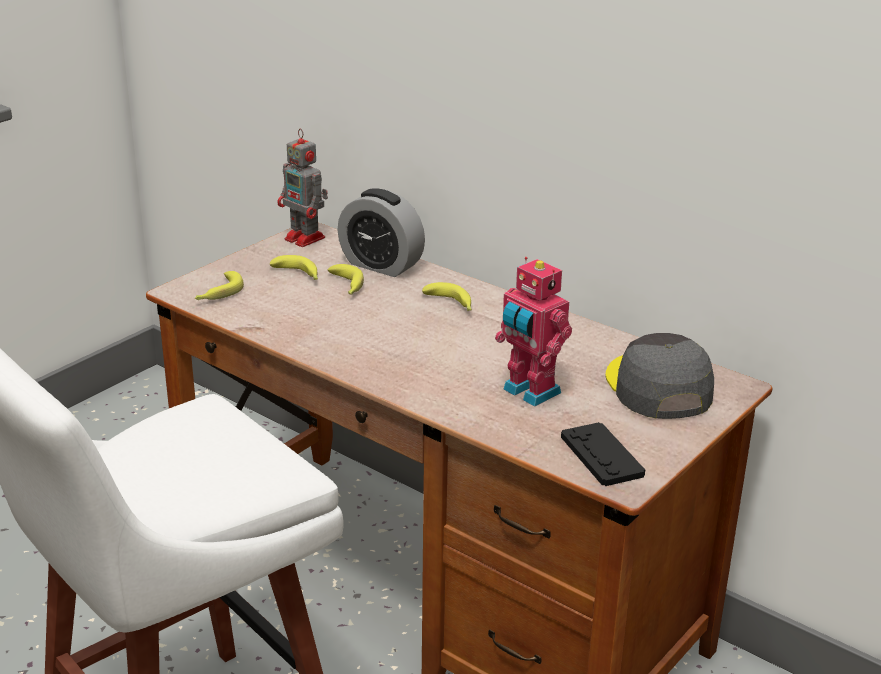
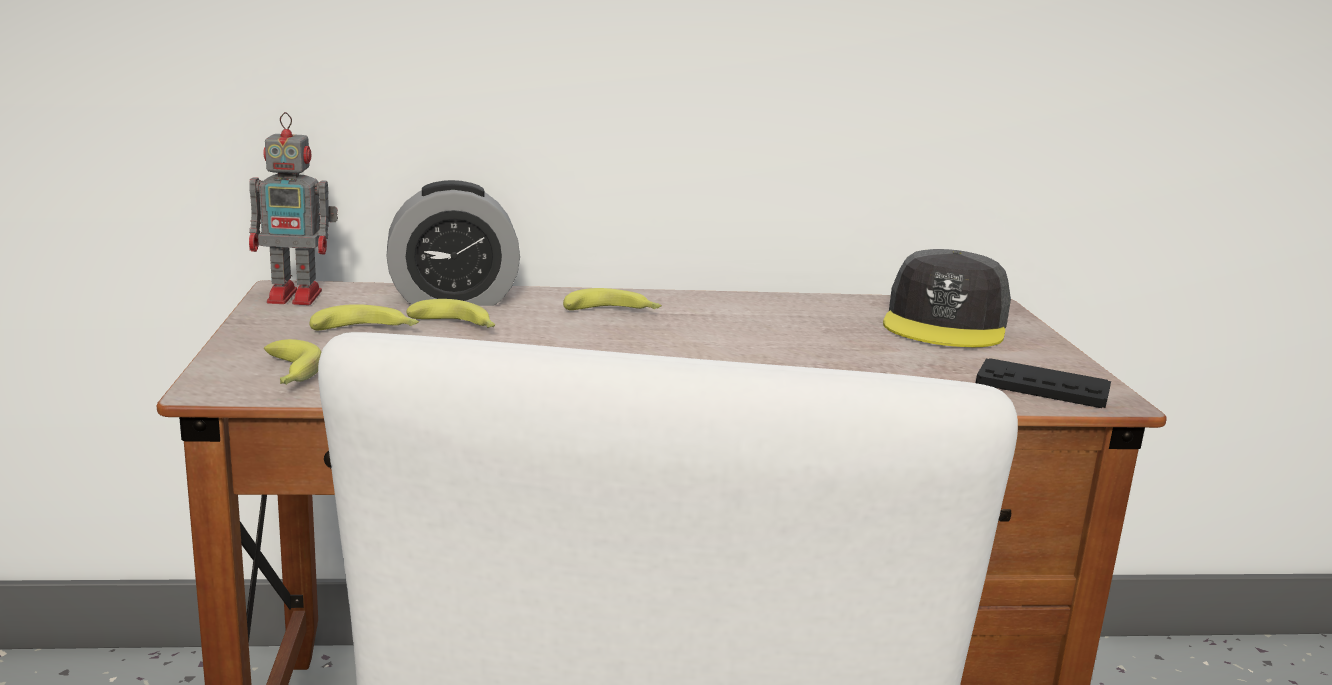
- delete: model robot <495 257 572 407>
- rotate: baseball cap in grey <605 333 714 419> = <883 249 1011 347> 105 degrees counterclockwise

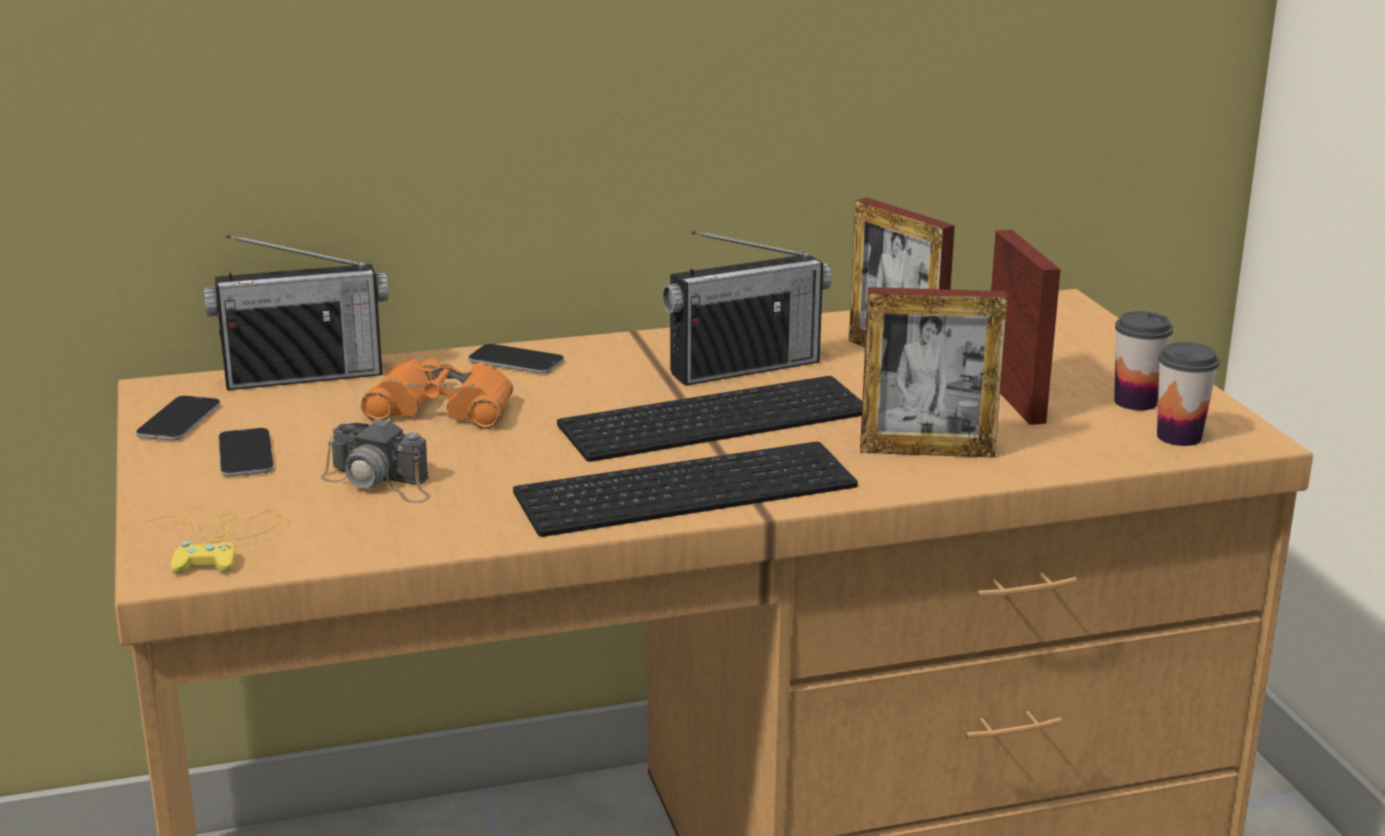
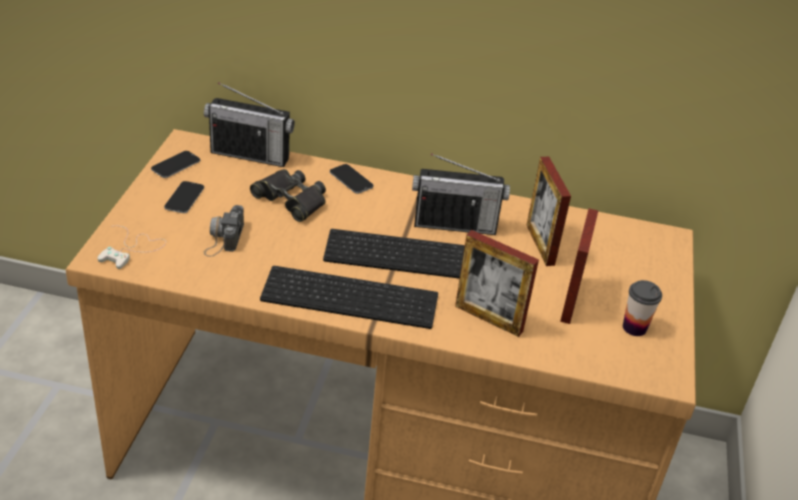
- recolor: joypad in yellow <148 509 284 574> to joypad in white-coloured <97 226 166 269>
- rotate: still camera <321 417 430 503> = <204 205 244 257> 45 degrees clockwise
- recolor: field glasses in orangey <361 358 513 429> to field glasses in black <250 169 326 222>
- delete: drinking cup <1157 342 1220 446>

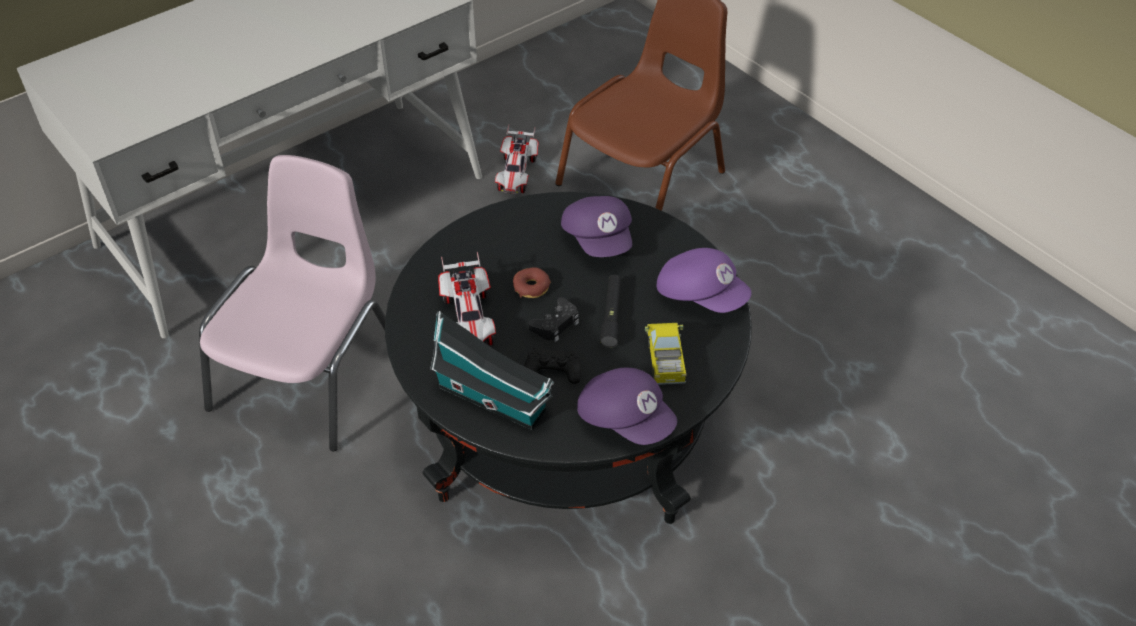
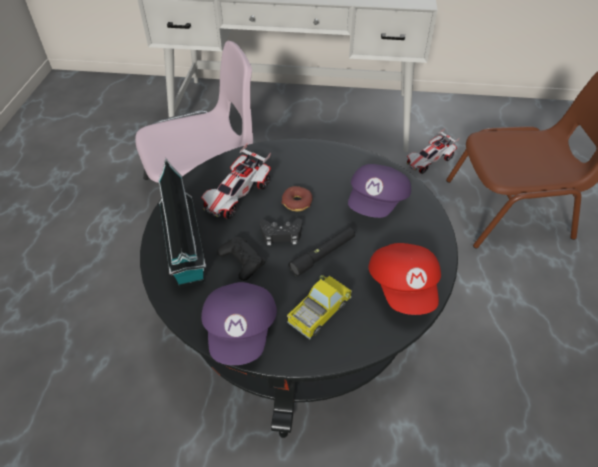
- recolor: baseball cap in purple <657 248 752 313> to baseball cap in red <368 243 441 315>

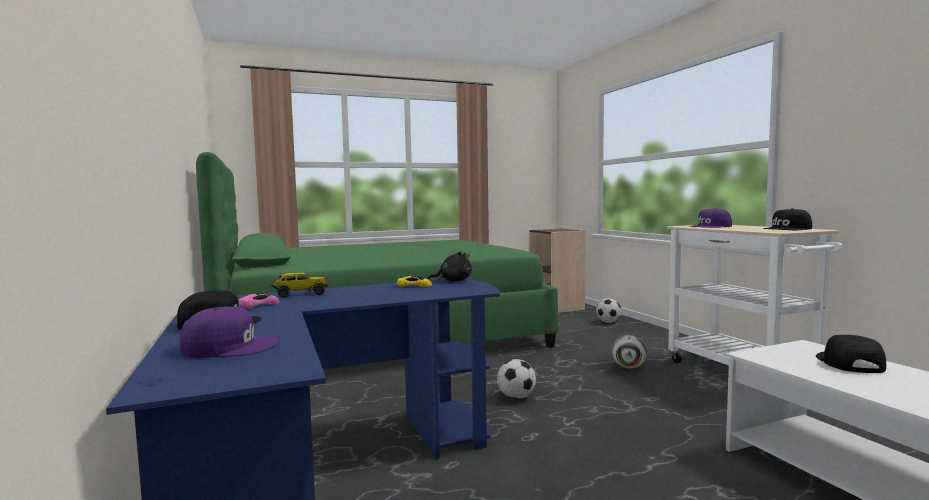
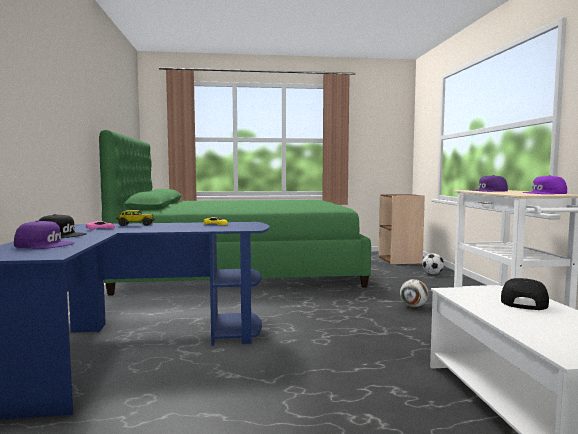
- delete: cuddly toy in black <427 252 472 281>
- delete: football ball <497 359 536 399>
- recolor: baseball cap in black <763 208 812 230> to baseball cap in purple <522 175 567 194>

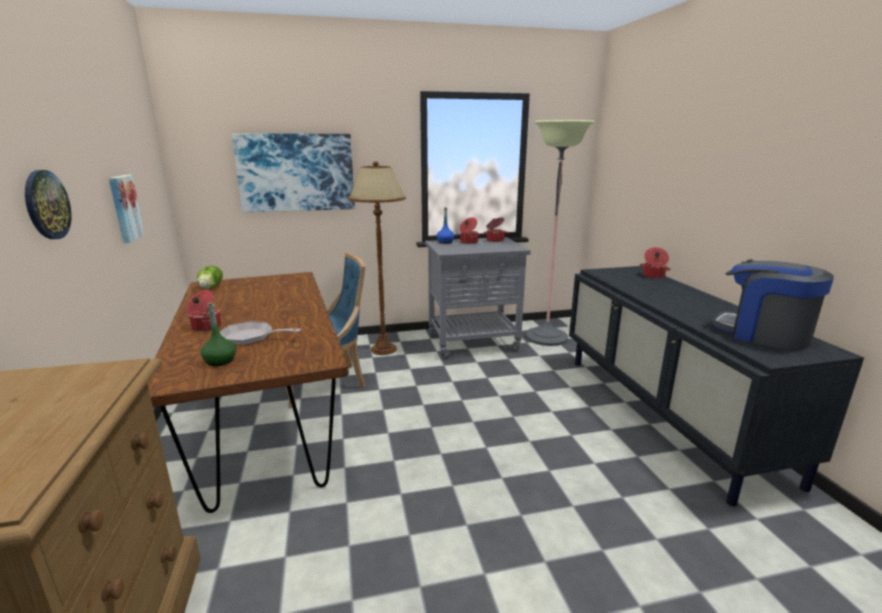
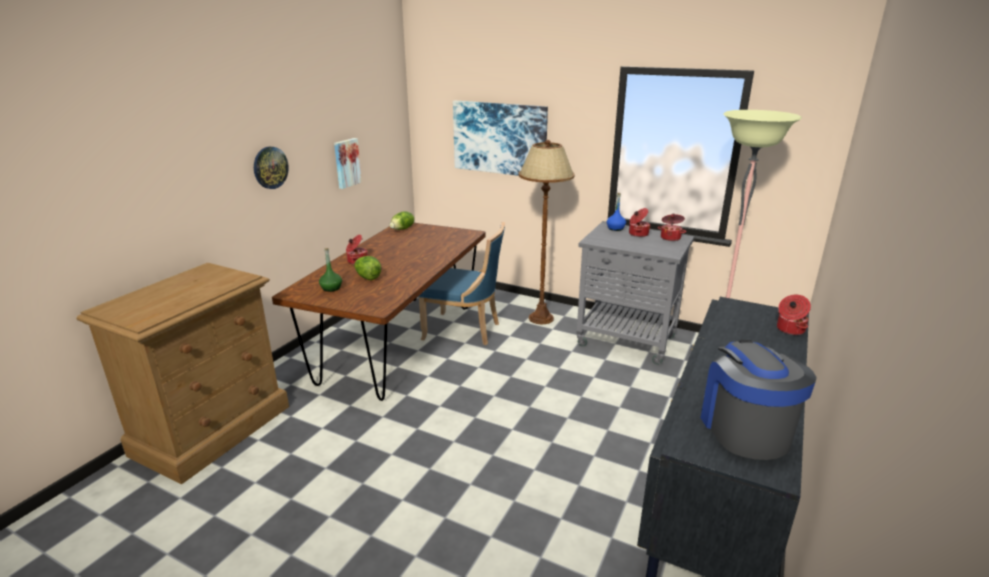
- replace: skillet <220 321 301 345> to head of lettuce <354 256 381 280>

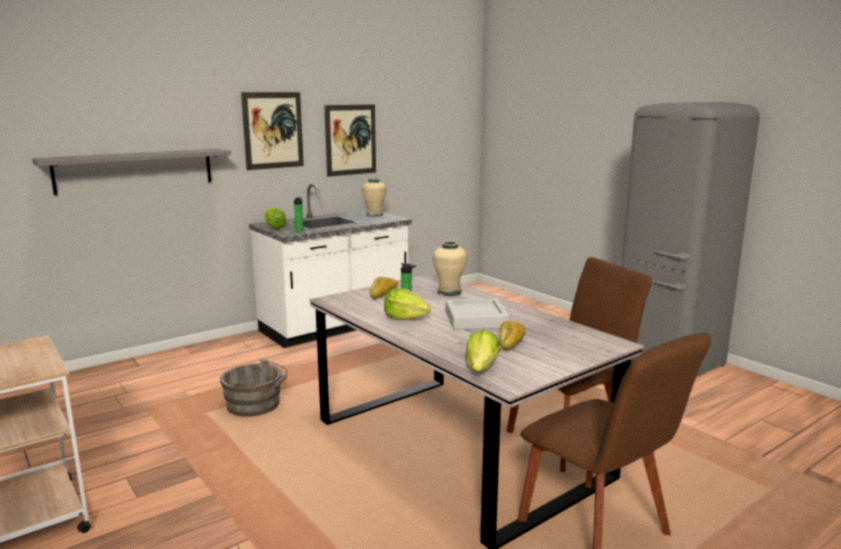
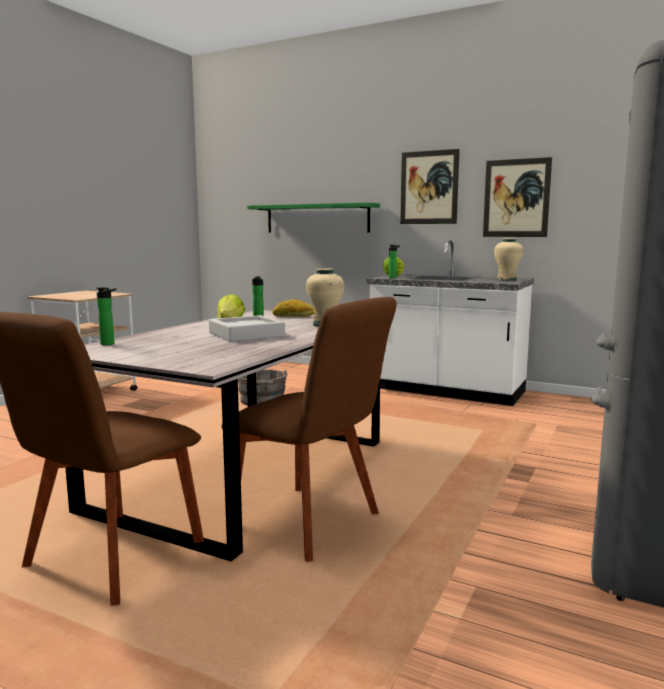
- recolor: shelf in grey <32 149 231 195> to shelf in green-coloured <247 202 380 232>
- replace: head of lettuce <465 330 500 372> to beverage bottle <97 287 117 345>
- delete: bakery bread <499 321 526 351>

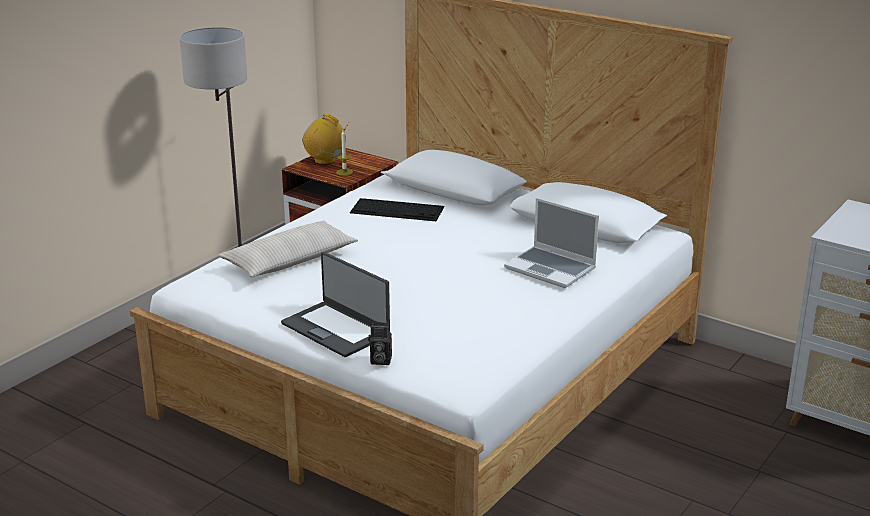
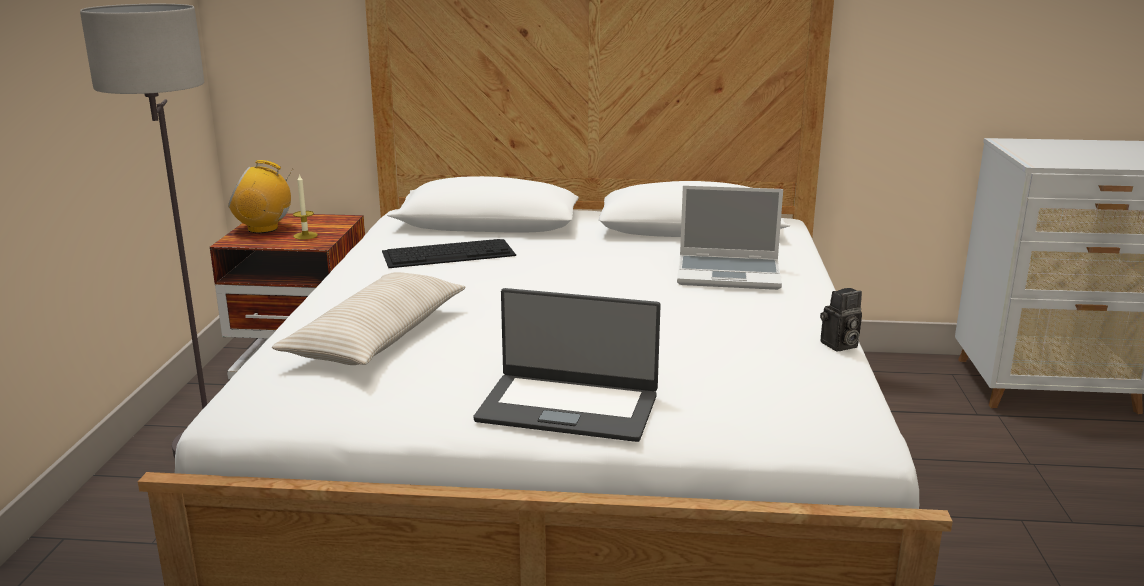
- move: still camera <368 322 392 365> to <820 288 862 351>

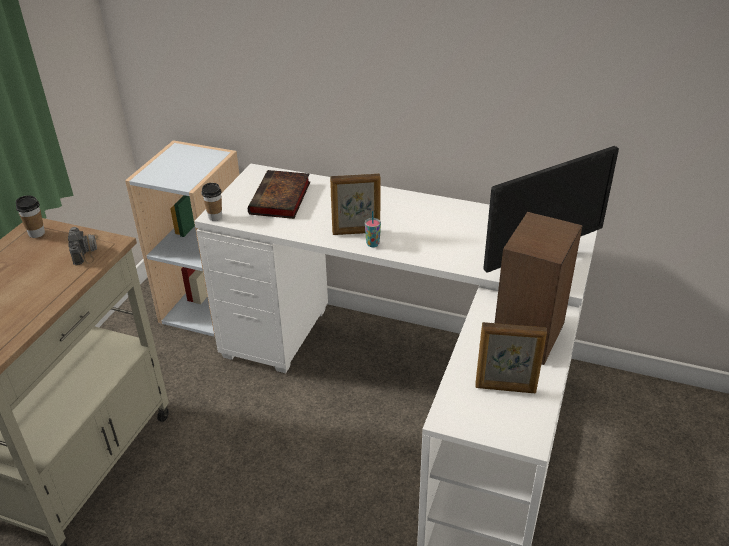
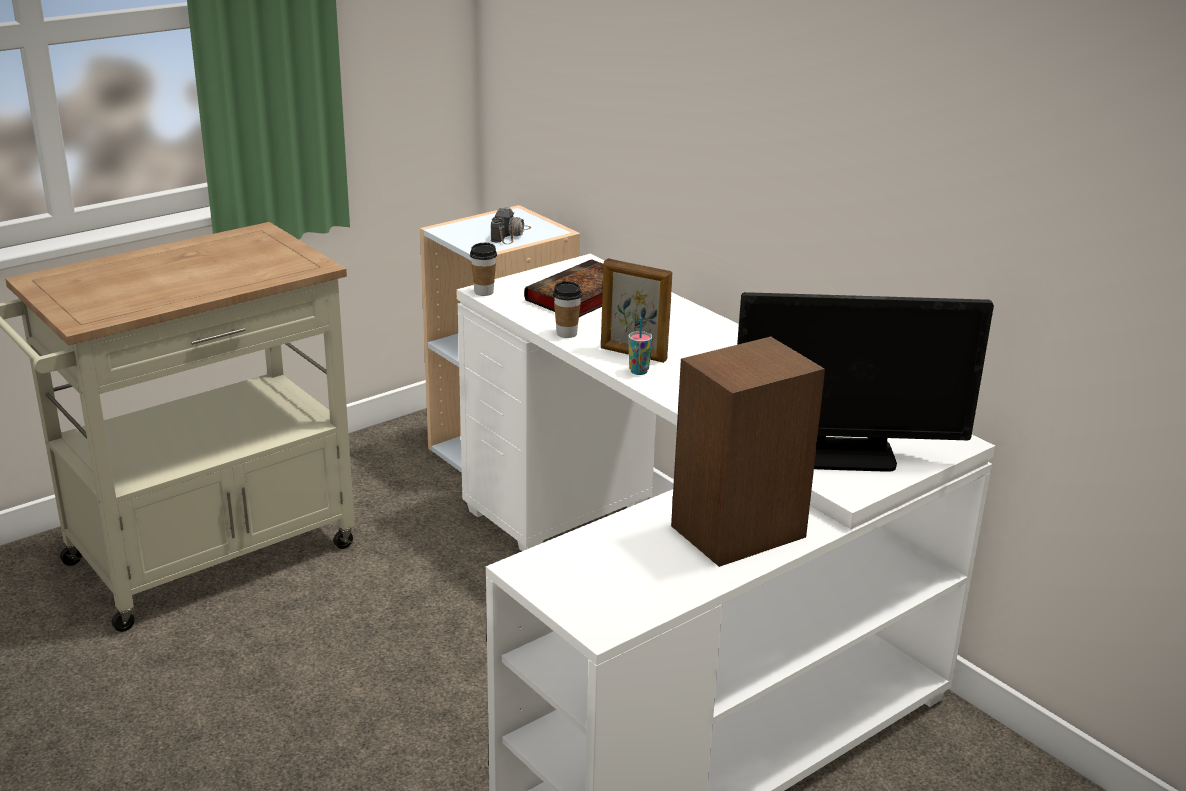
- move: drinking cup <16 195 45 238> to <553 281 582 338>
- move: still camera <68 227 98 265> to <491 207 531 244>
- delete: photo frame <476 322 547 393>

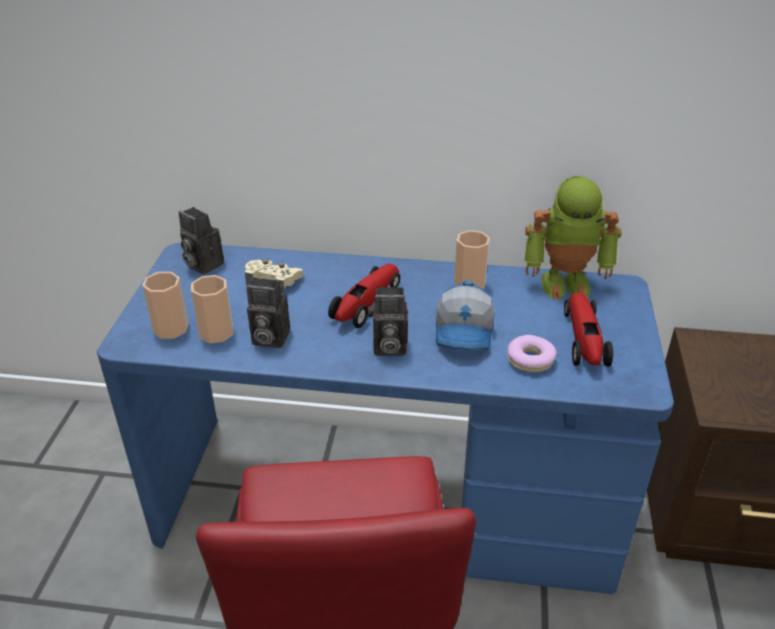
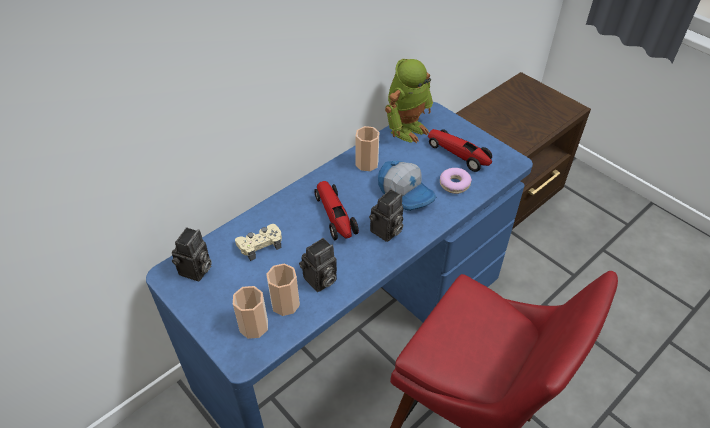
- rotate: still camera <179 207 224 275> = <172 227 212 281> 60 degrees counterclockwise

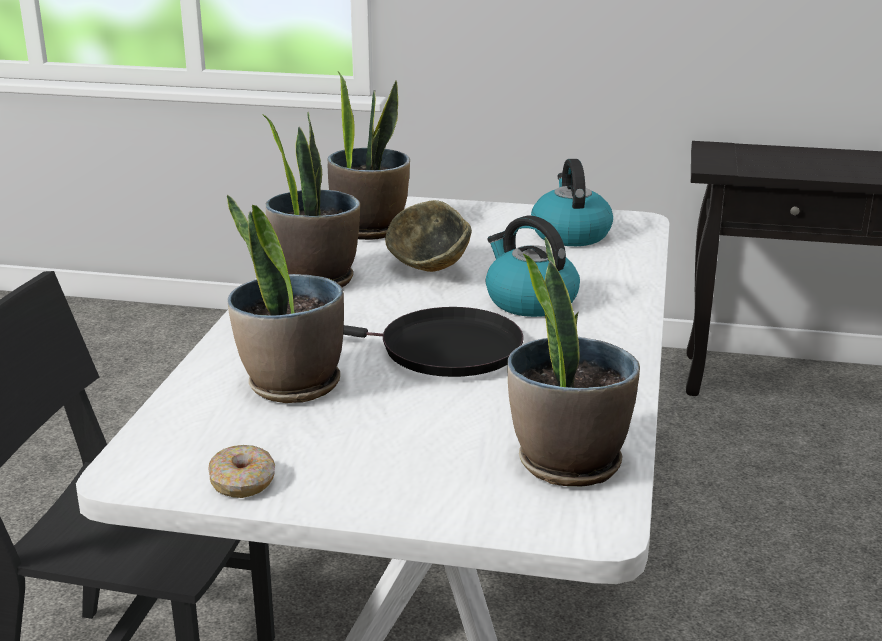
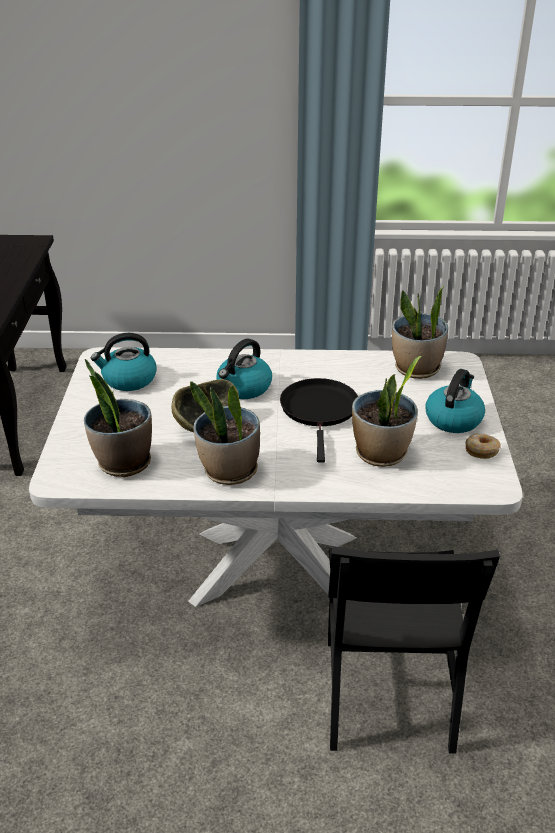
- insert: tea kettle <426 369 485 433>

